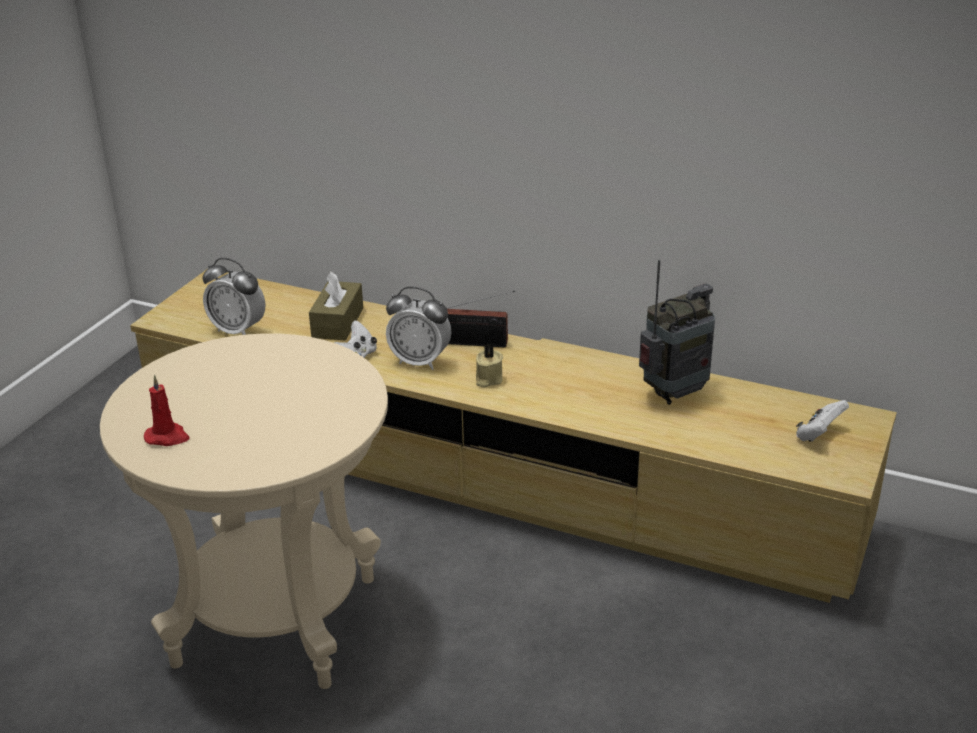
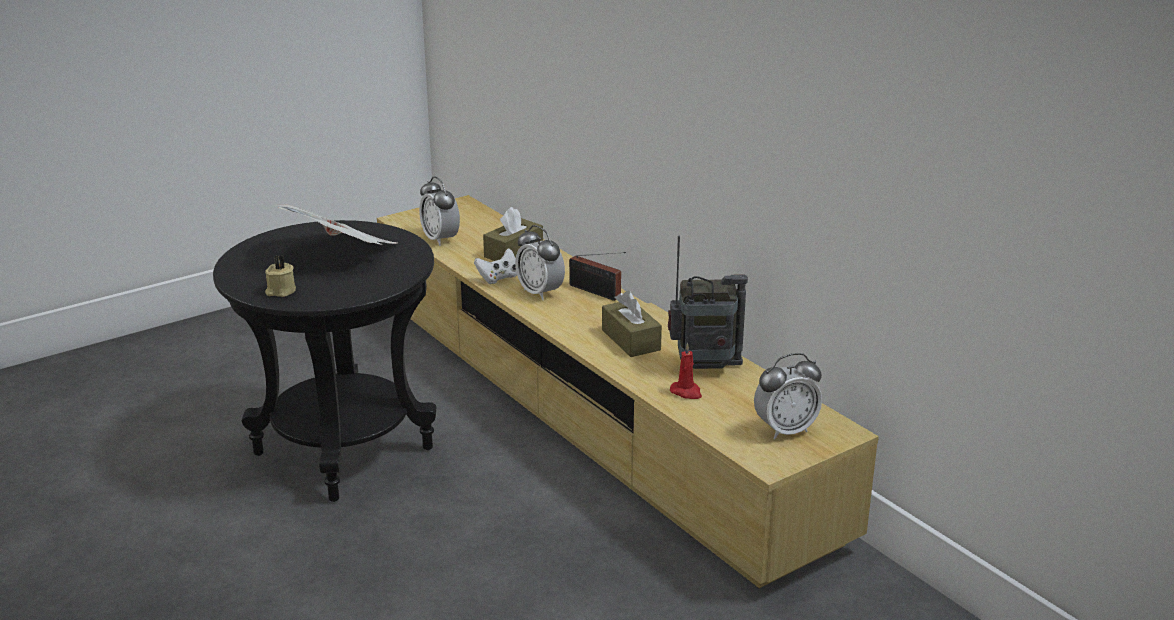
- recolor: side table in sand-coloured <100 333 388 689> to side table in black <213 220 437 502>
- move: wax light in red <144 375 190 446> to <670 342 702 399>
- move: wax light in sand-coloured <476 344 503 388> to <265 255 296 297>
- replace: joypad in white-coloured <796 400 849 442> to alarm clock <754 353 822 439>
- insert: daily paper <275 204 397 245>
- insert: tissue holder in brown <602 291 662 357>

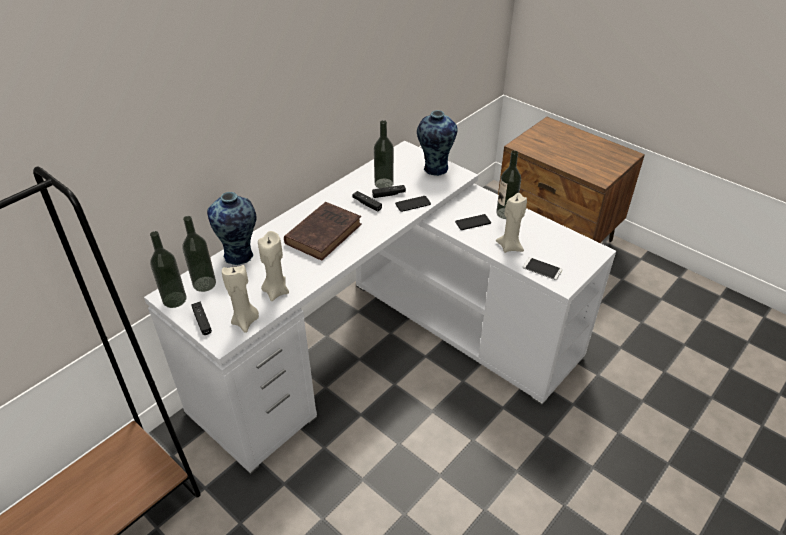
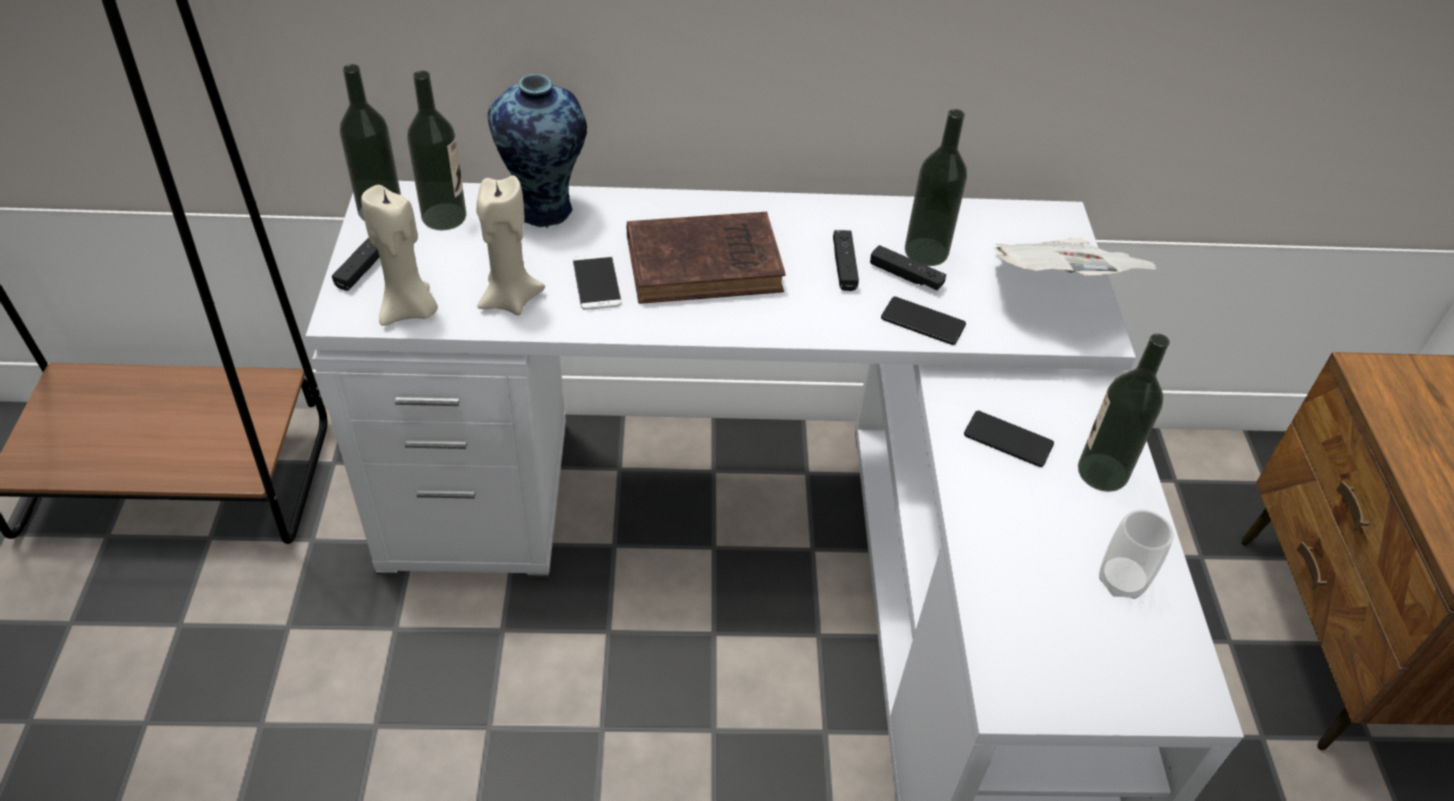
- replace: flower vase <417 110 457 176> to daily paper <993 238 1157 276>
- delete: wax light in sand-coloured <496 193 527 253>
- move: telephone <523 257 562 280> to <573 254 622 310>
- insert: drinking cup <1099 510 1173 599>

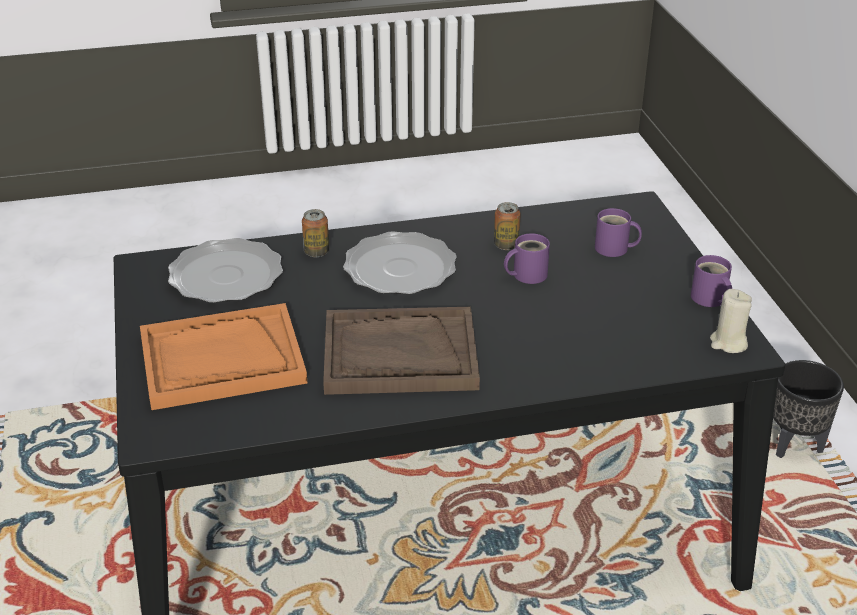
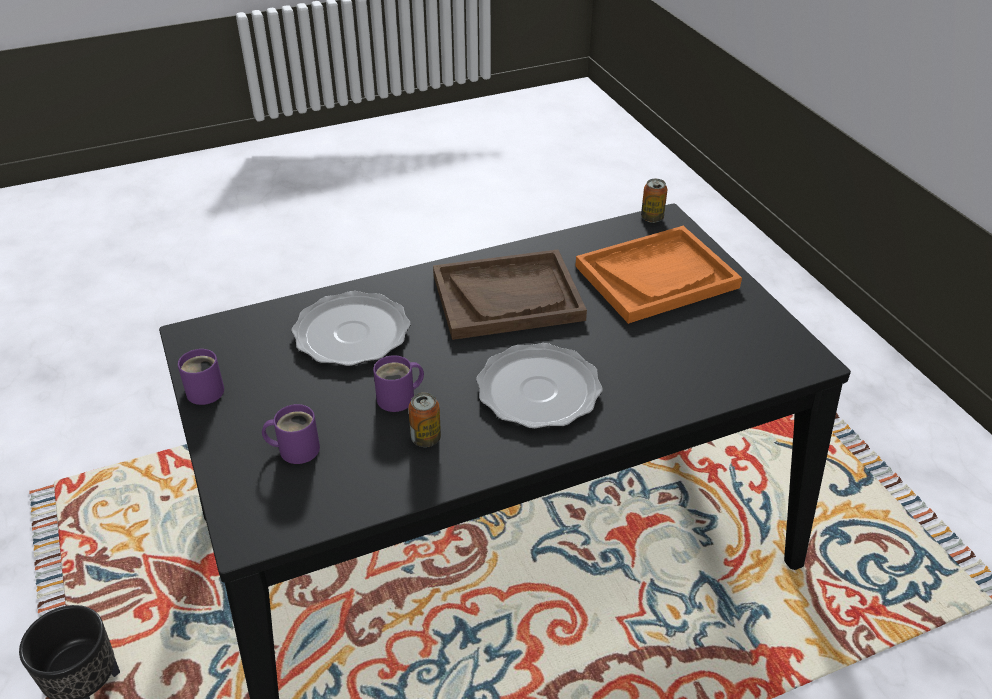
- move: dinner plate <168 238 283 303> to <291 291 410 366>
- move: can <302 209 329 257> to <641 179 668 223>
- delete: wax light in sand-coloured <710 289 752 353>

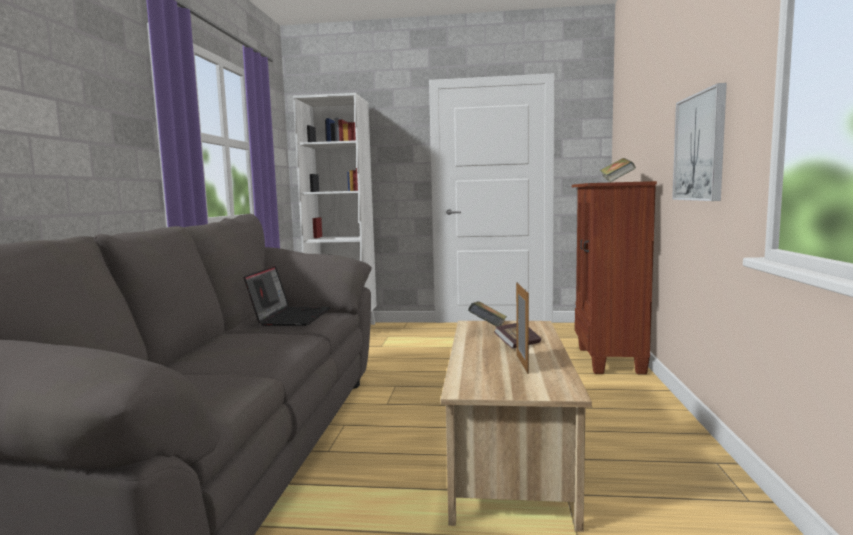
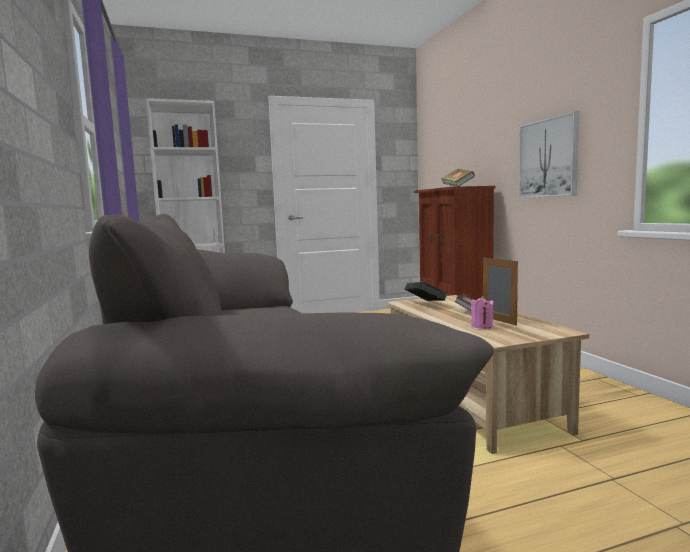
- delete: laptop <244 266 330 326>
- insert: wax light in pinkish <471 296 493 328>

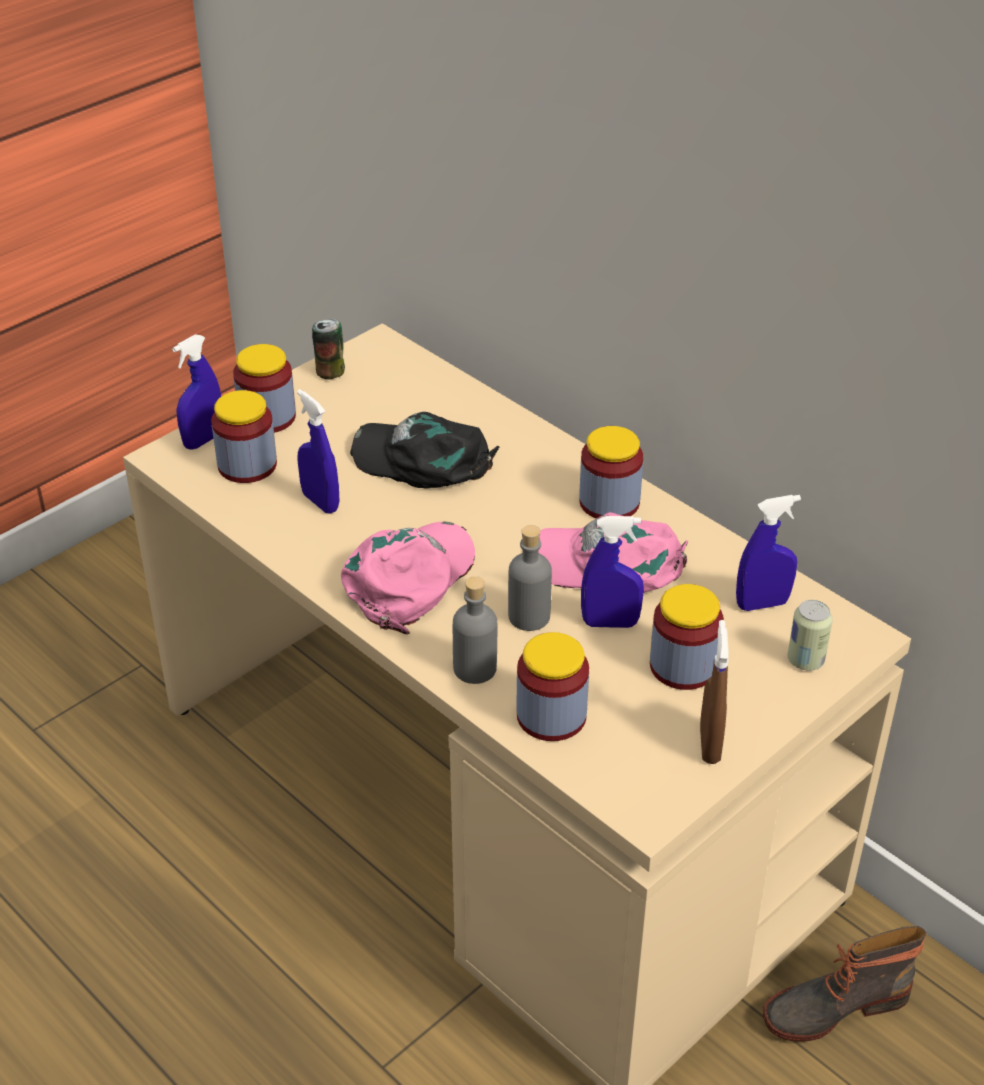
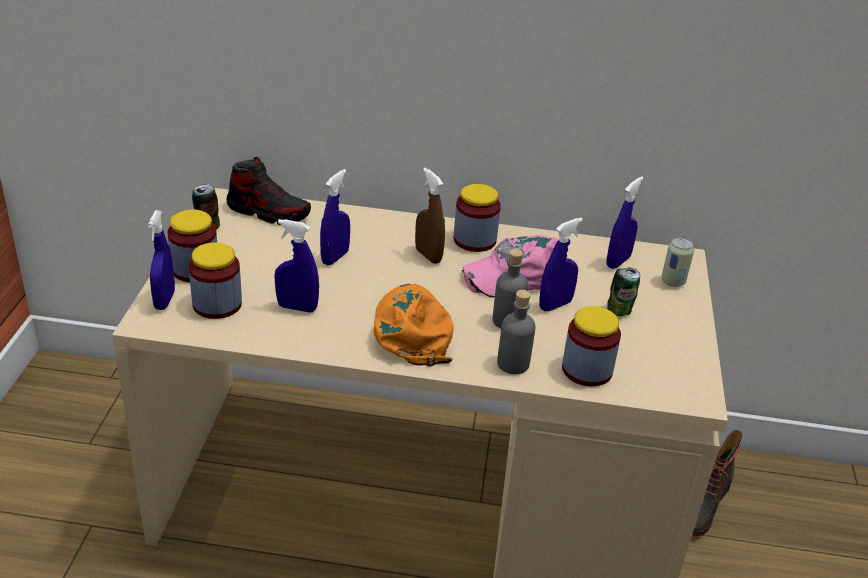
- recolor: baseball cap in pinkish <341 522 475 635> to baseball cap in orangey <373 284 454 367>
- replace: baseball cap in black <350 412 499 489> to spray bottle in bluish <320 169 350 265>
- replace: preserve jar <650 584 724 690> to can <607 268 640 316>
- move: spray bottle in brown <700 620 729 764> to <415 168 445 264>
- insert: shoe <227 157 311 225>

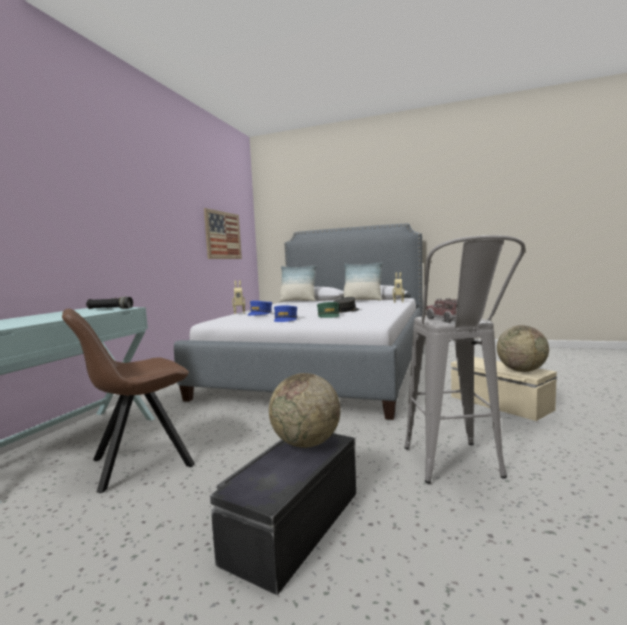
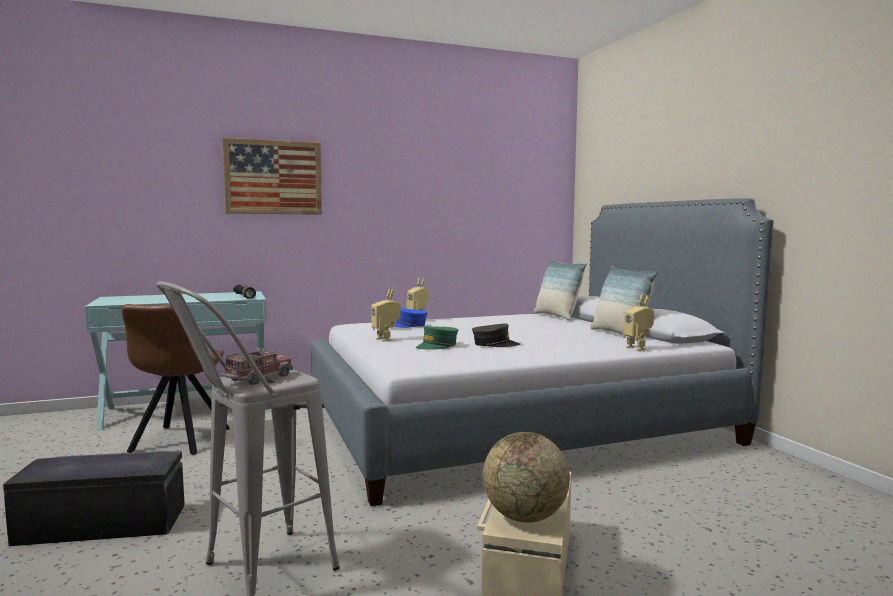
- rotate: chair in brown <62 309 195 493> = <121 304 230 455> 105 degrees counterclockwise
- move: wall art <204 208 242 259> to <222 138 322 214>
- delete: globe <269 373 341 448>
- replace: baseball cap in bluish <274 305 297 322> to model robot <371 289 401 342>

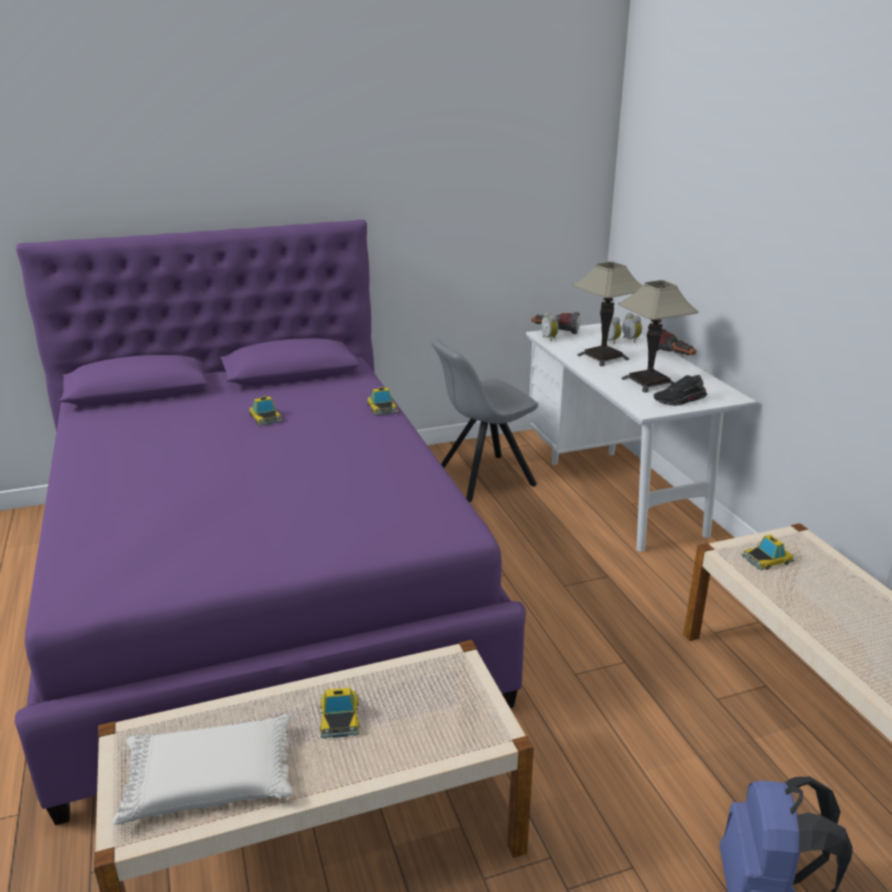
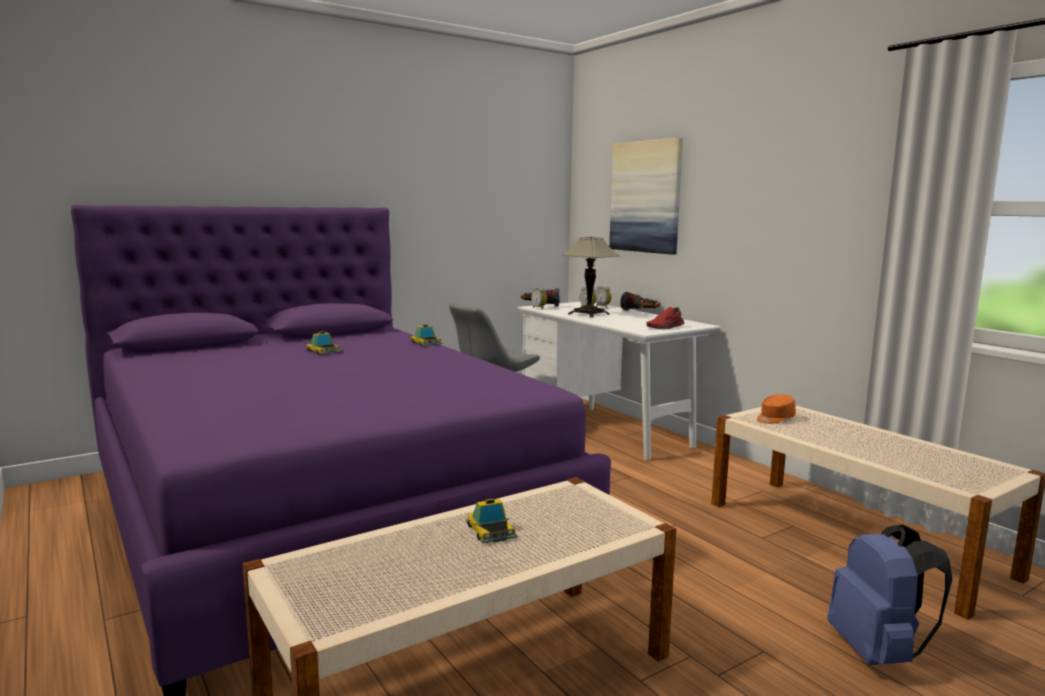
- delete: throw pillow in white-coloured <112 714 294 825>
- delete: tabletop lamp <618 280 699 393>
- recolor: shoe in black <654 375 707 406> to shoe in red <646 307 684 329>
- replace: model car <741 534 794 570> to baseball cap in orangey <757 394 796 424>
- insert: wall art <609 137 683 255>

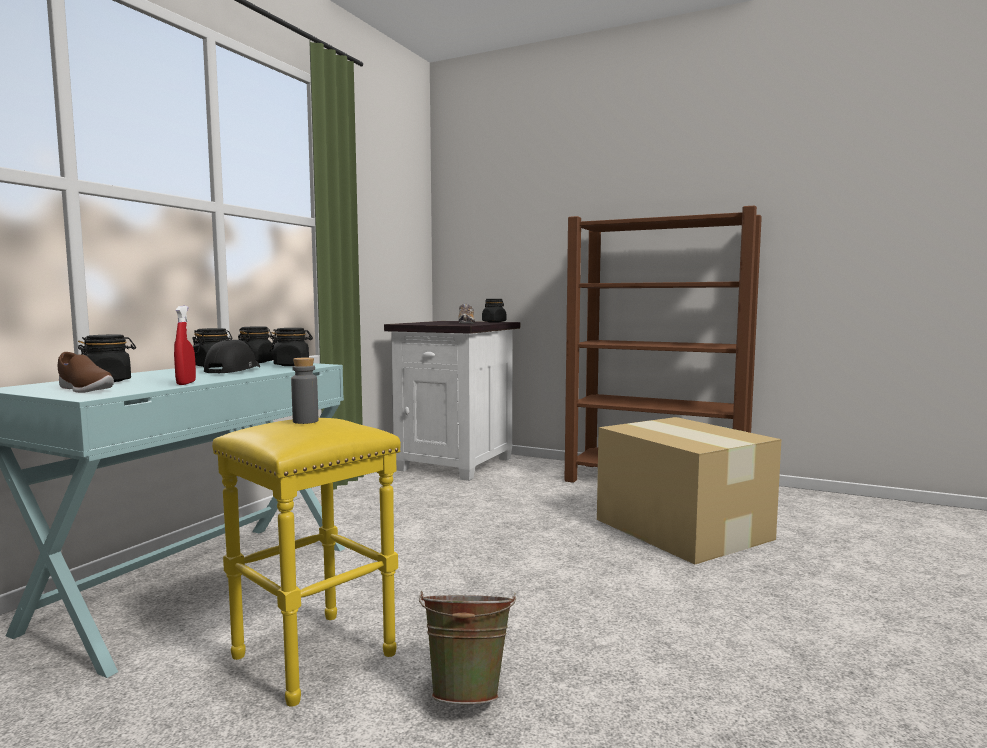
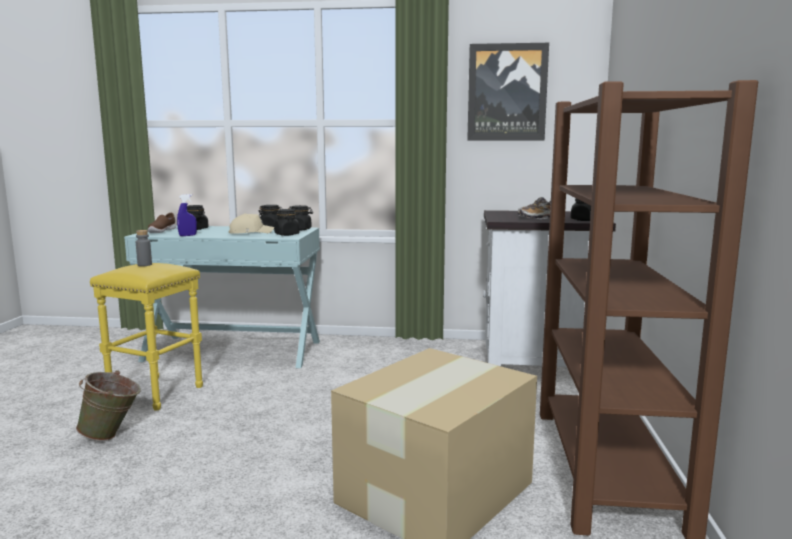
- recolor: spray bottle in red <174 306 196 385> to spray bottle in bluish <177 194 197 236>
- recolor: baseball cap in black <204 339 260 373> to baseball cap in sand-coloured <229 213 274 234>
- insert: wall art <467 43 549 140>

